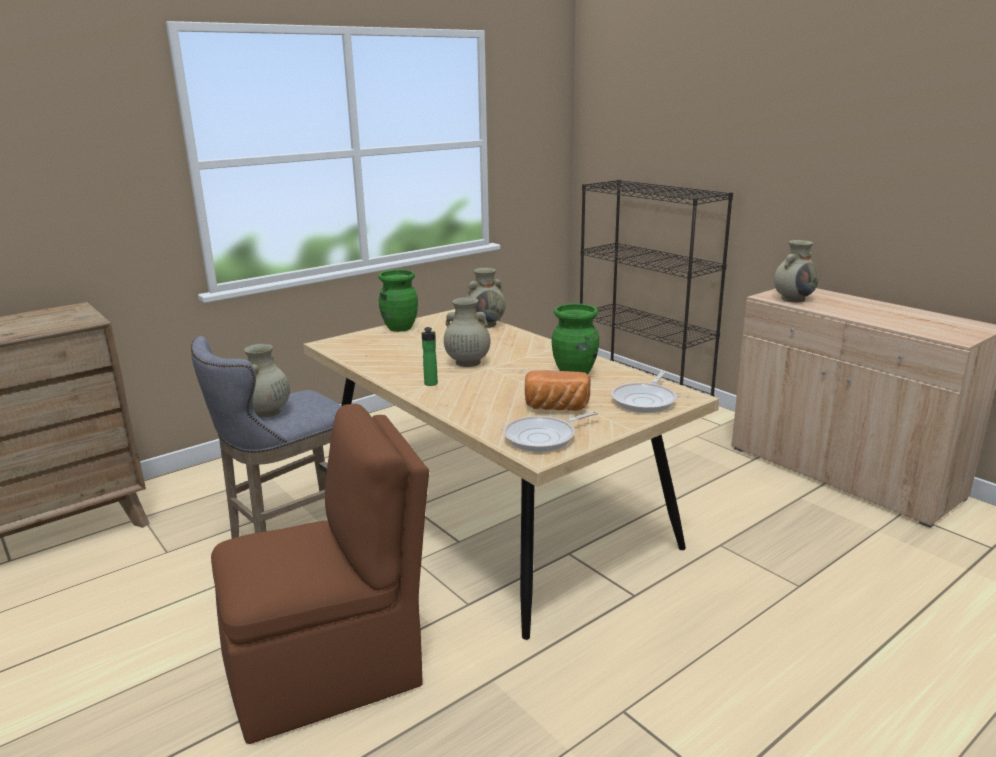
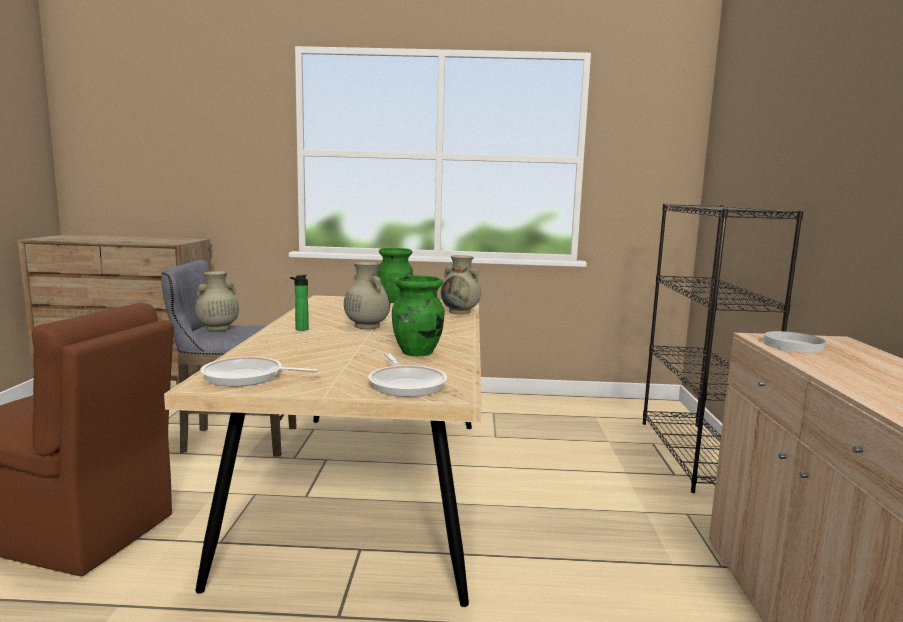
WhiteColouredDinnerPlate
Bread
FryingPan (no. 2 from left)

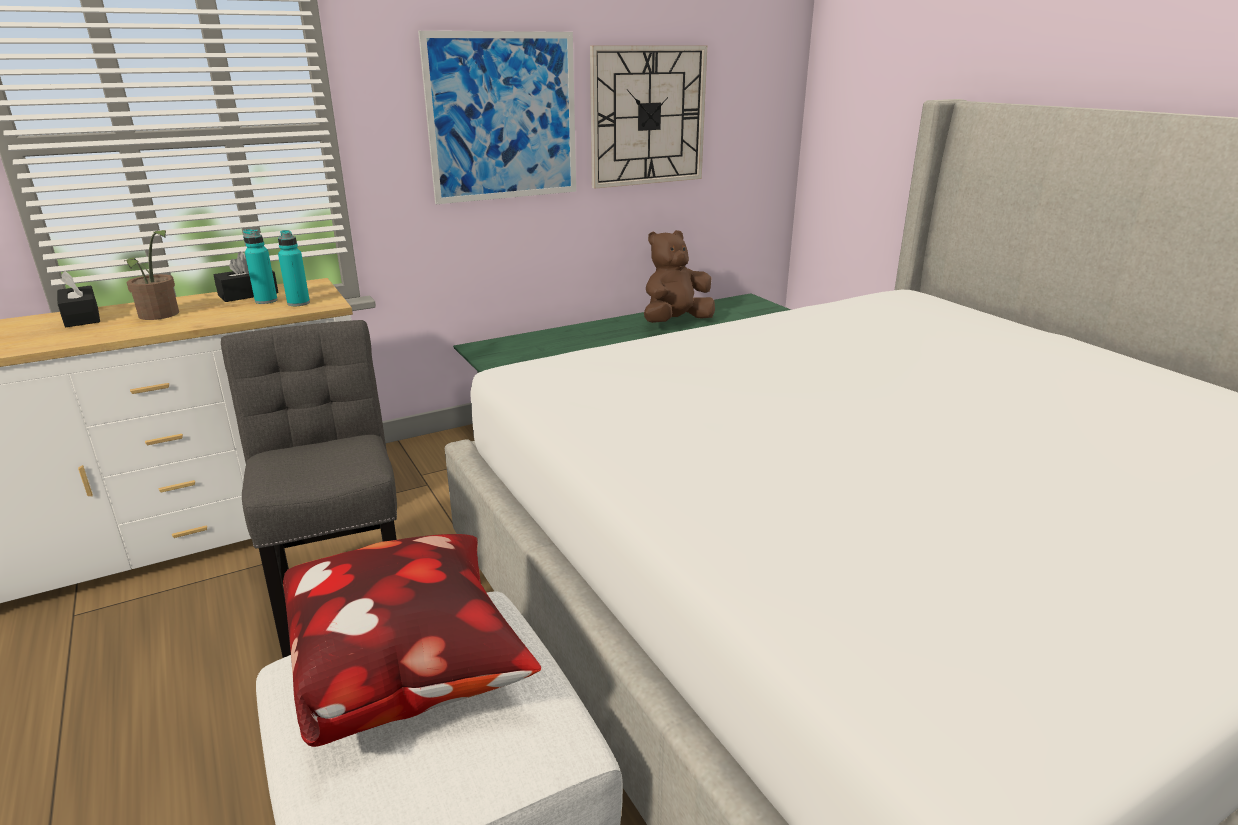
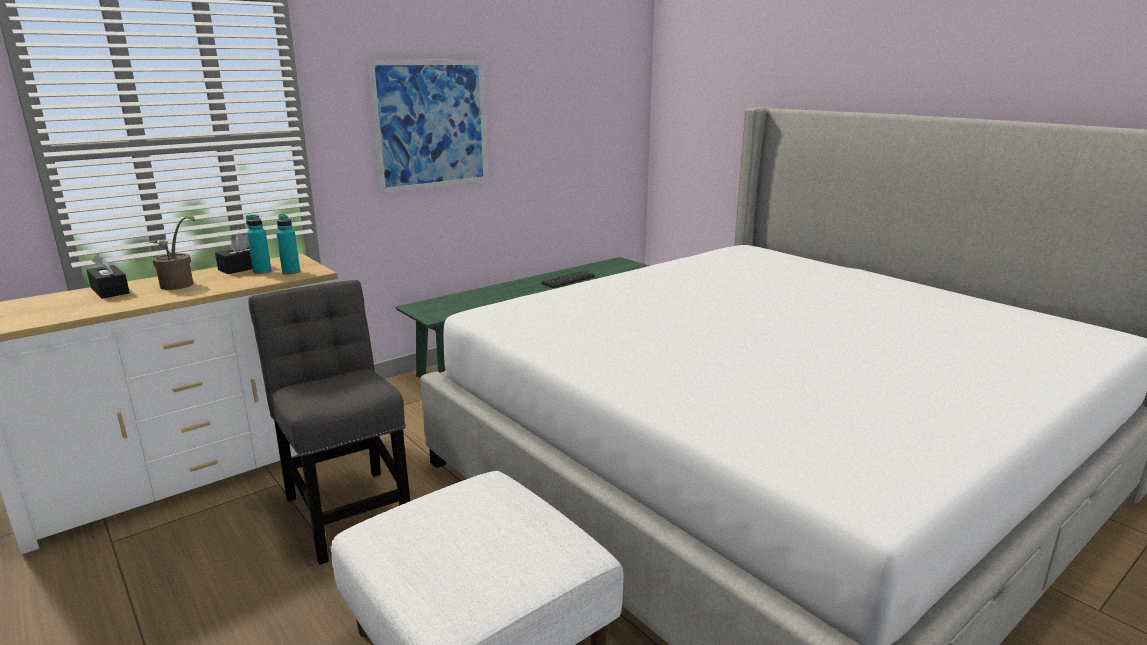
HangingClock
Keyboard
Cushion

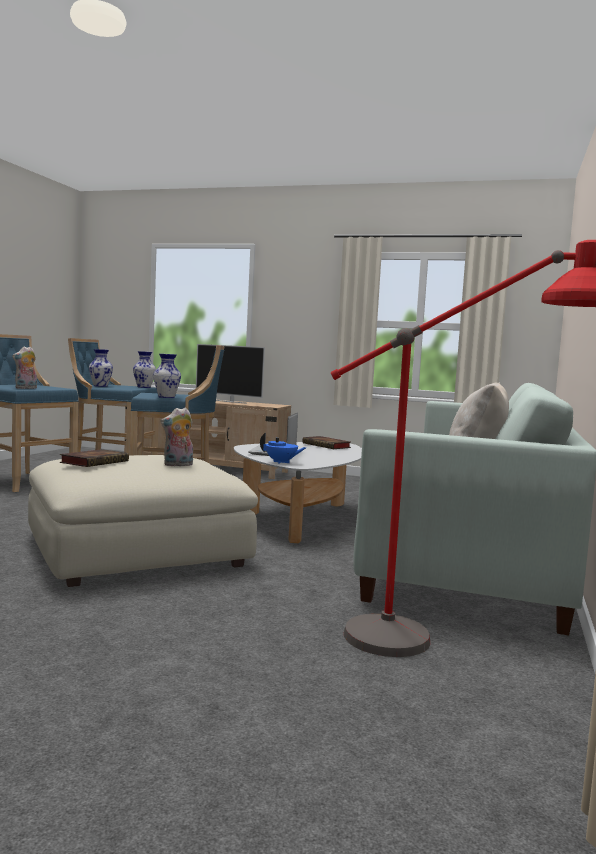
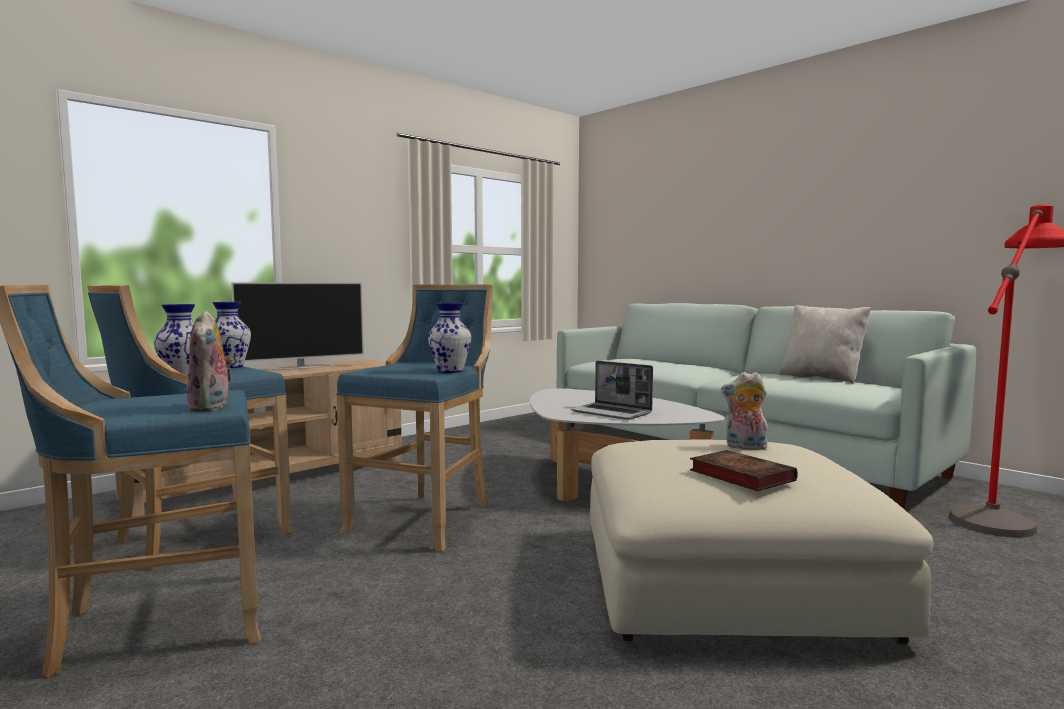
SoftToy (no. 2 from left)
BlueColouredPotForTea
Book (no. 2 from left in the first image)

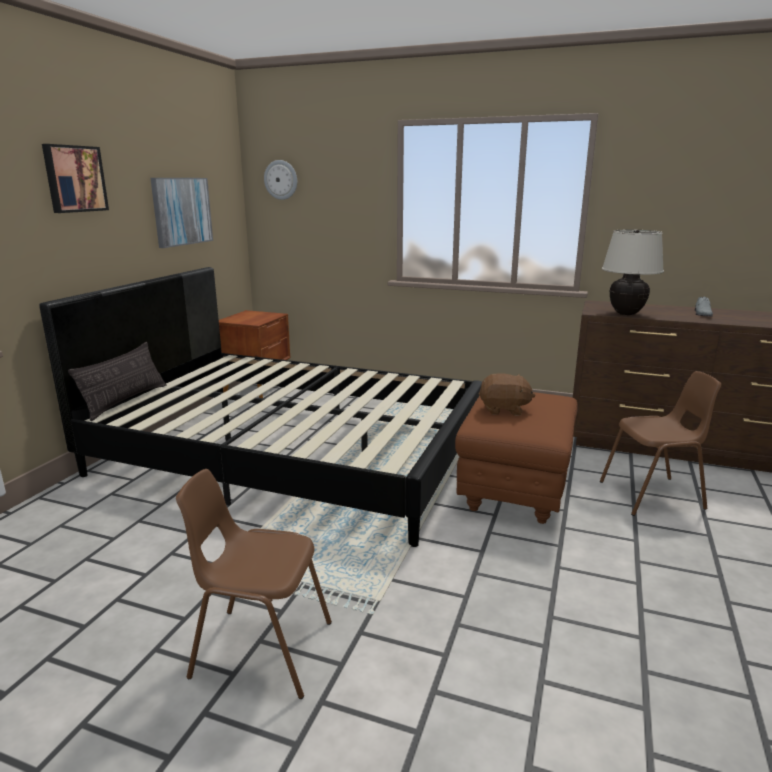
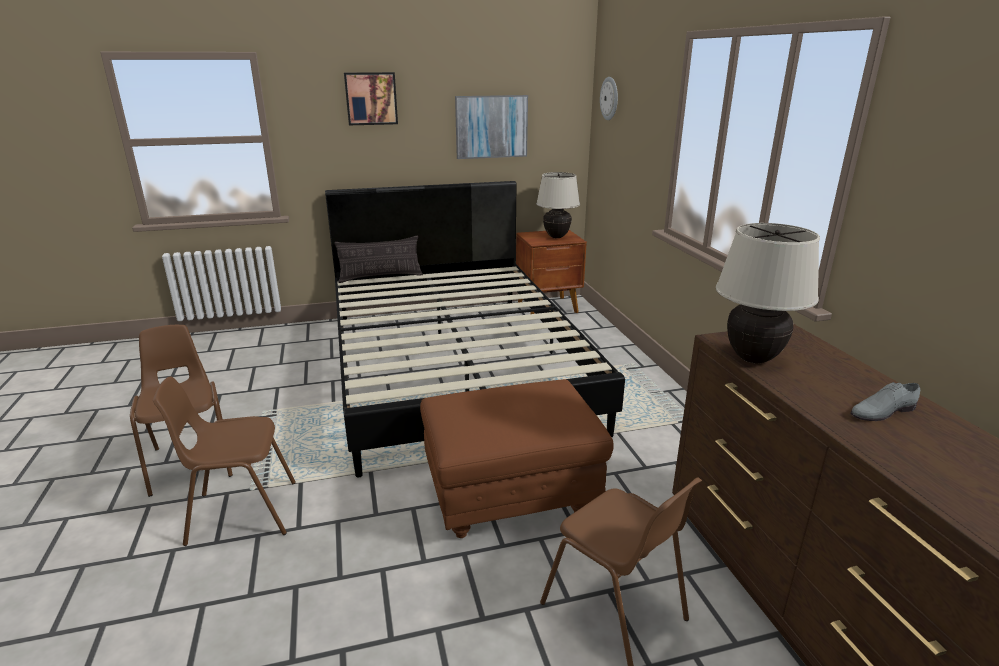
BrownishSoftToy
BeigeTabletopLamp (no. 1 from left)
BrownishChair (no. 2 from left)

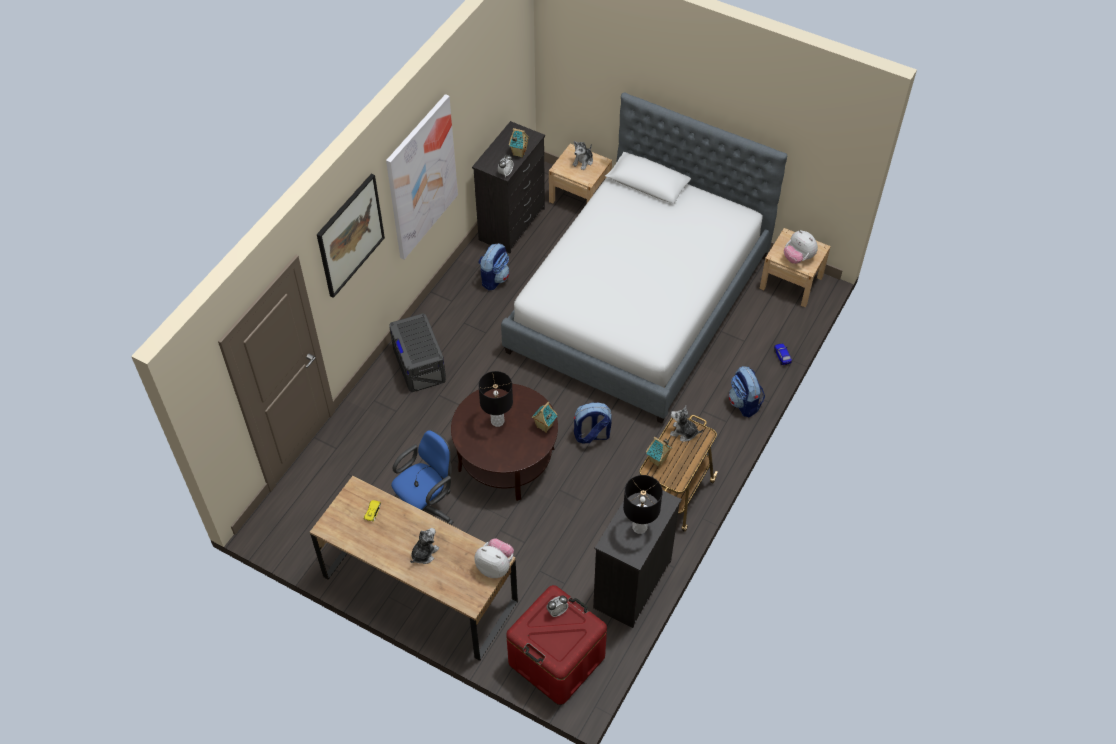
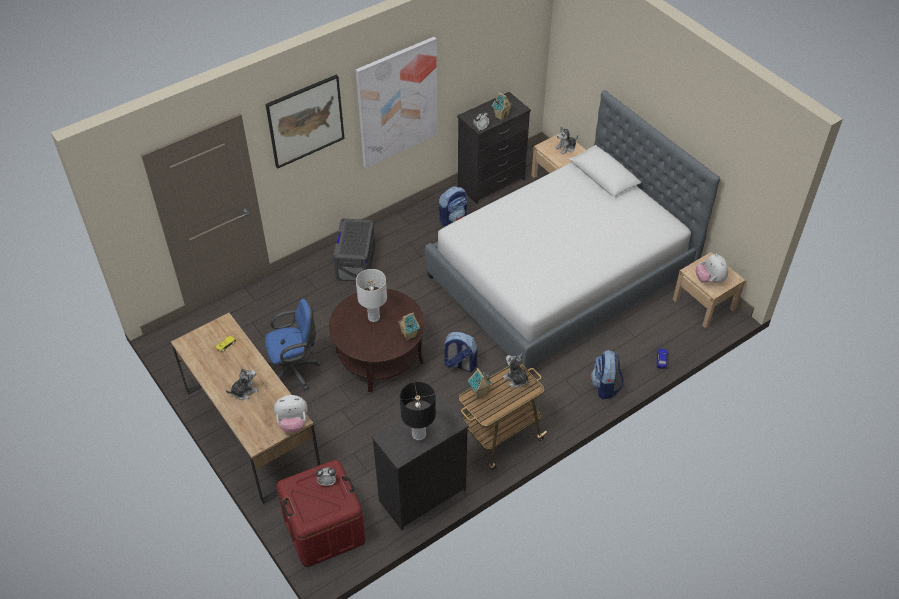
WhiteColouredTabletopLamp
SoftToy (no. 2 from left)

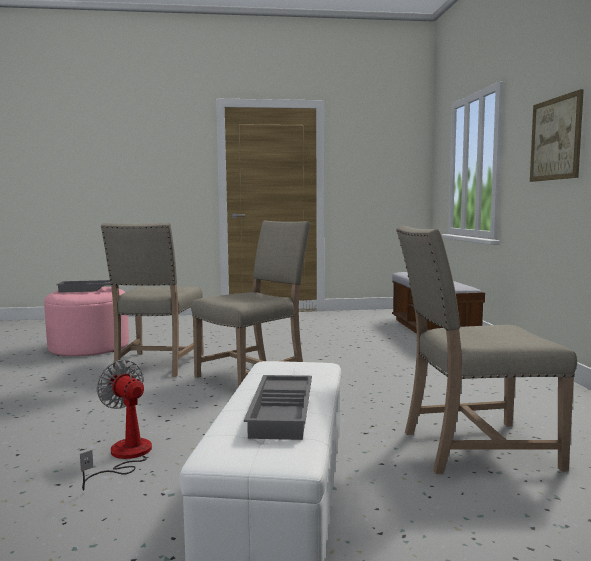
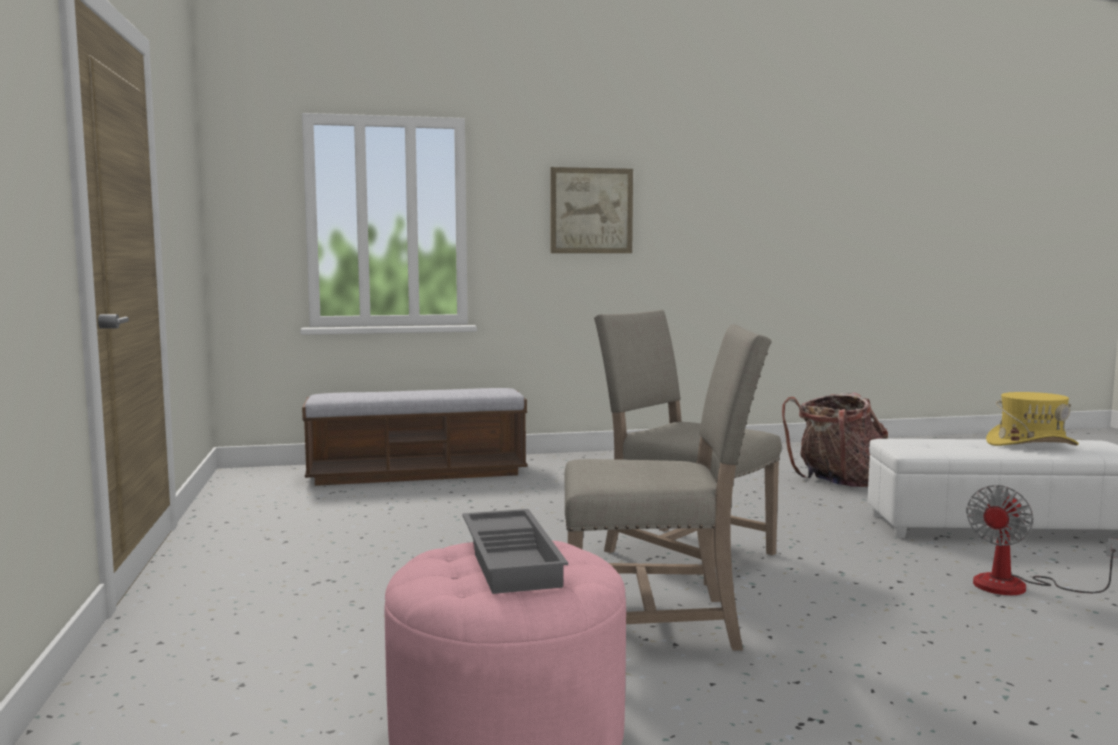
Knapsack
YellowClothingHat

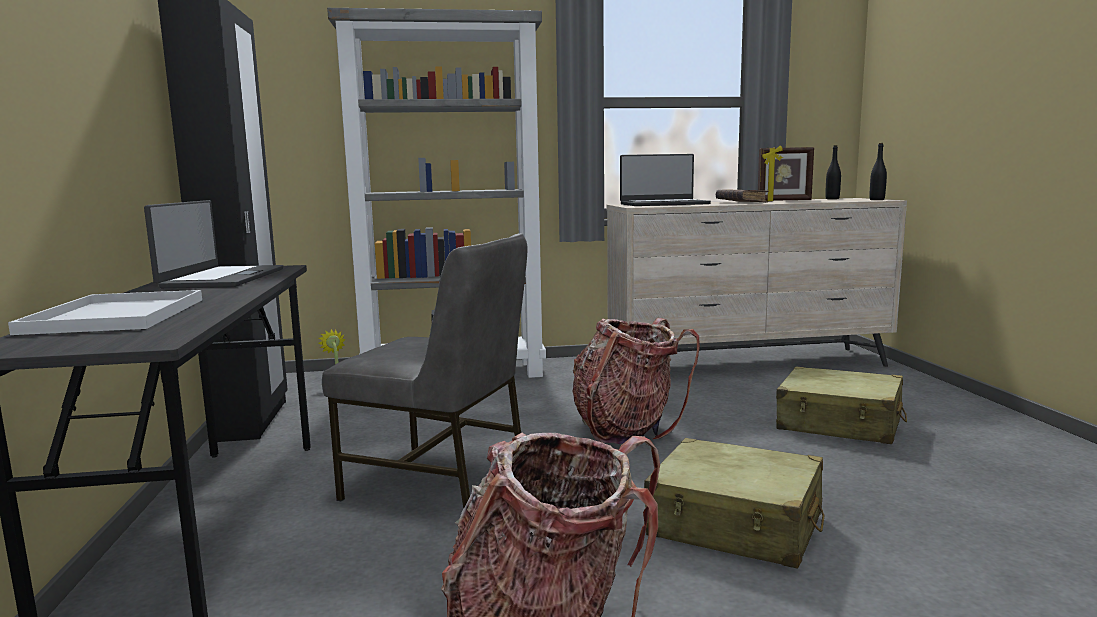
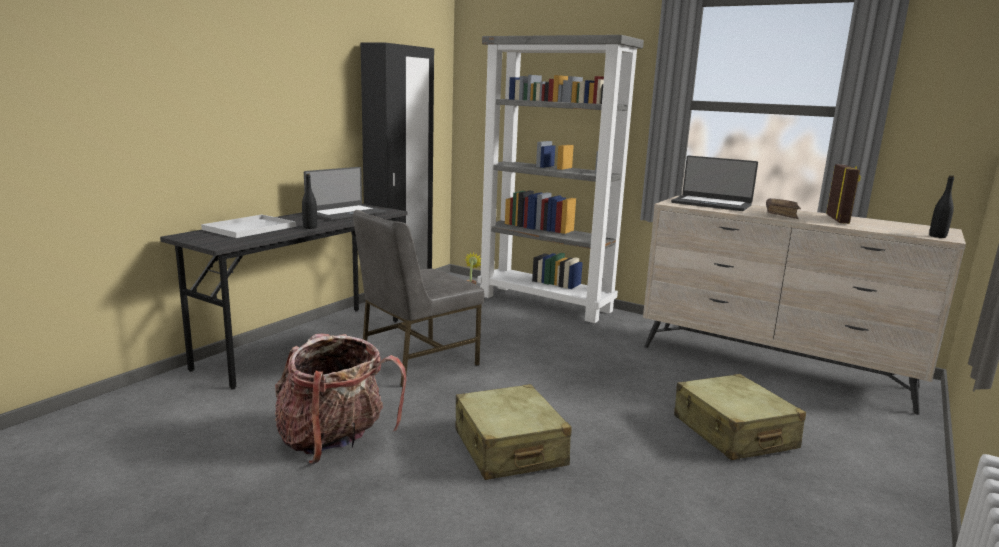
StandingFrame
BlackDrinkBottle (no. 1 from left)
GreyChair
Knapsack (no. 2 from left in the first image)

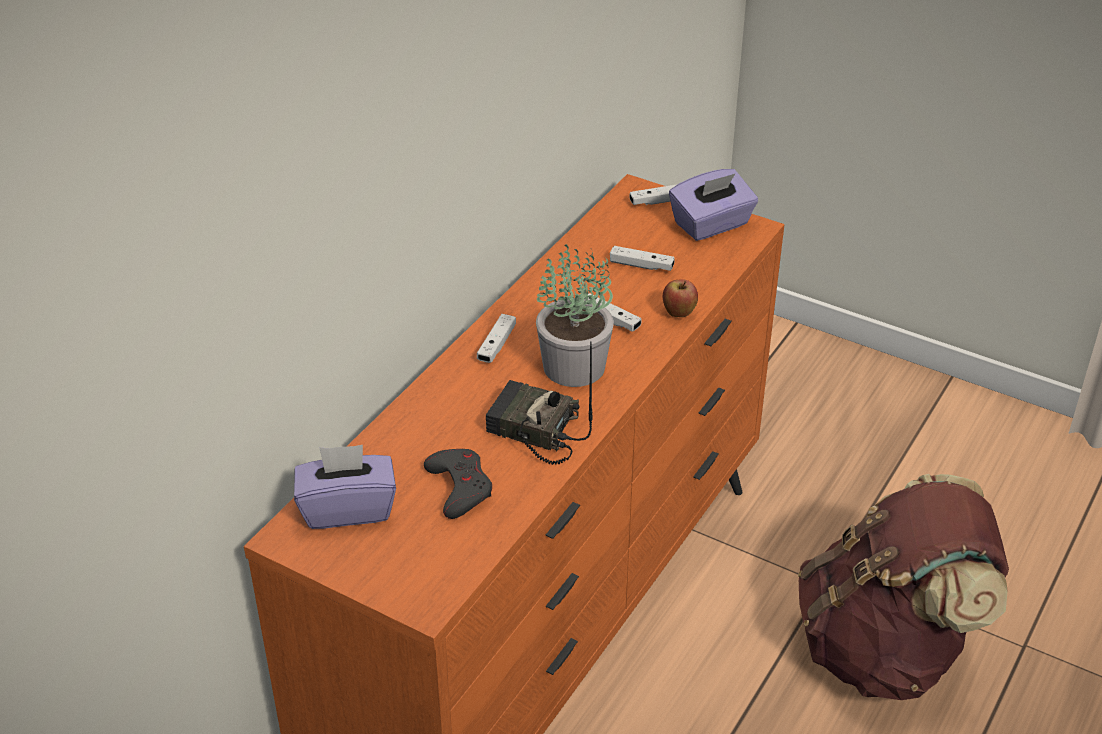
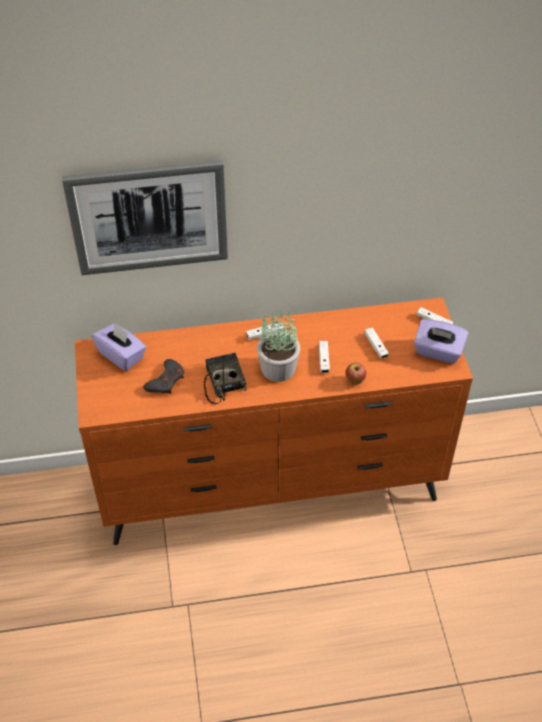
BrownishKnapsack
WallPicture

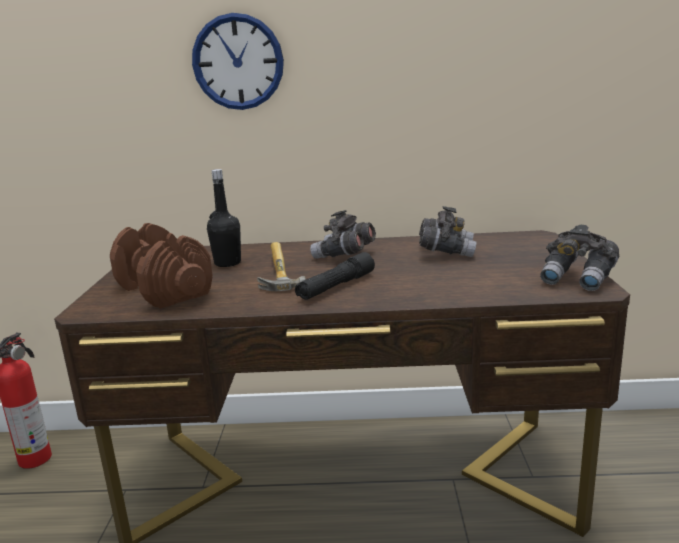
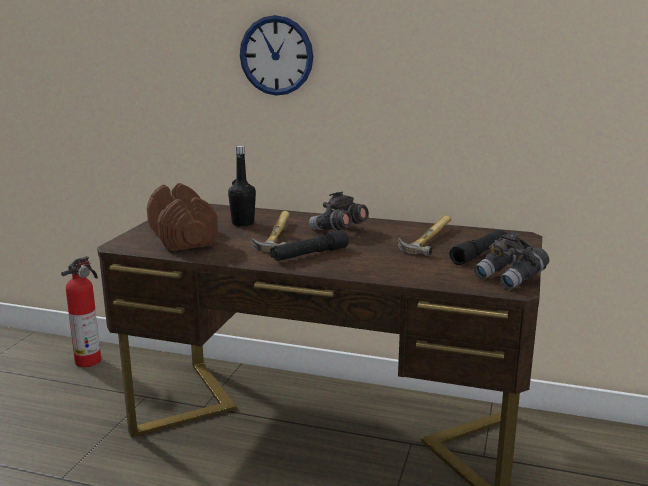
HandHammer (no. 2 from left)
BlackTorch (no. 2 from left)

